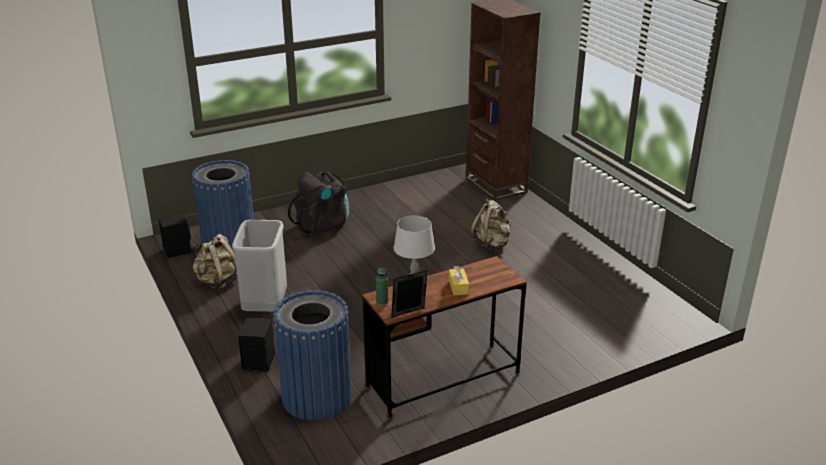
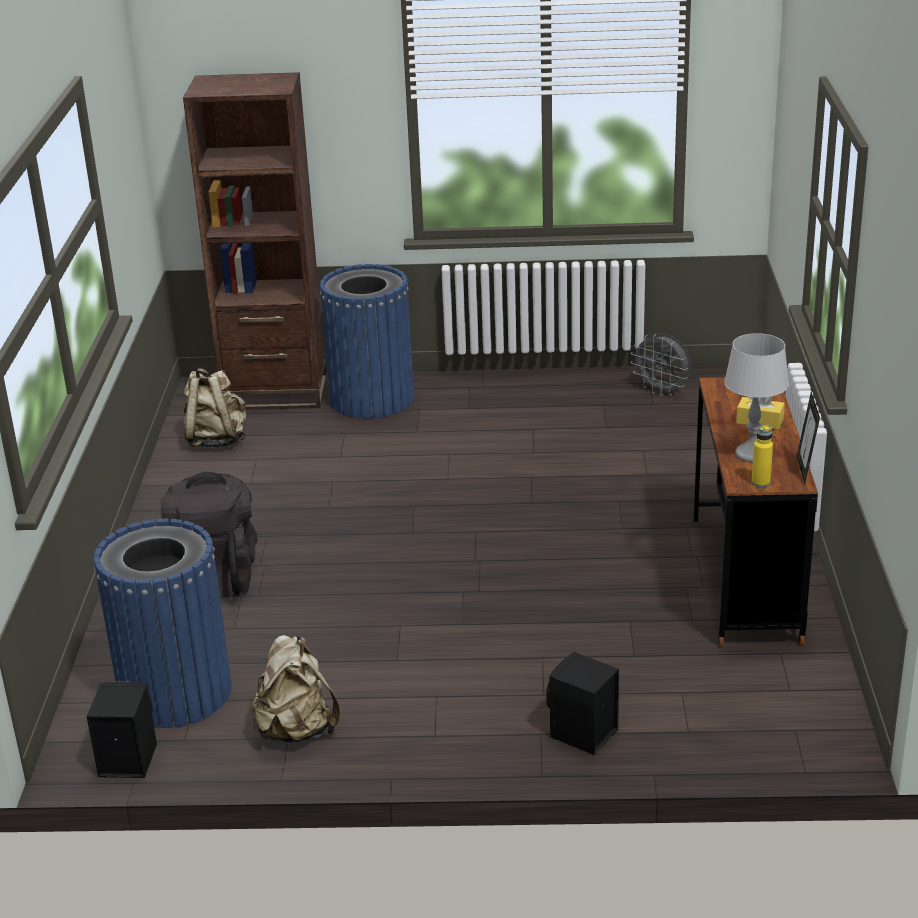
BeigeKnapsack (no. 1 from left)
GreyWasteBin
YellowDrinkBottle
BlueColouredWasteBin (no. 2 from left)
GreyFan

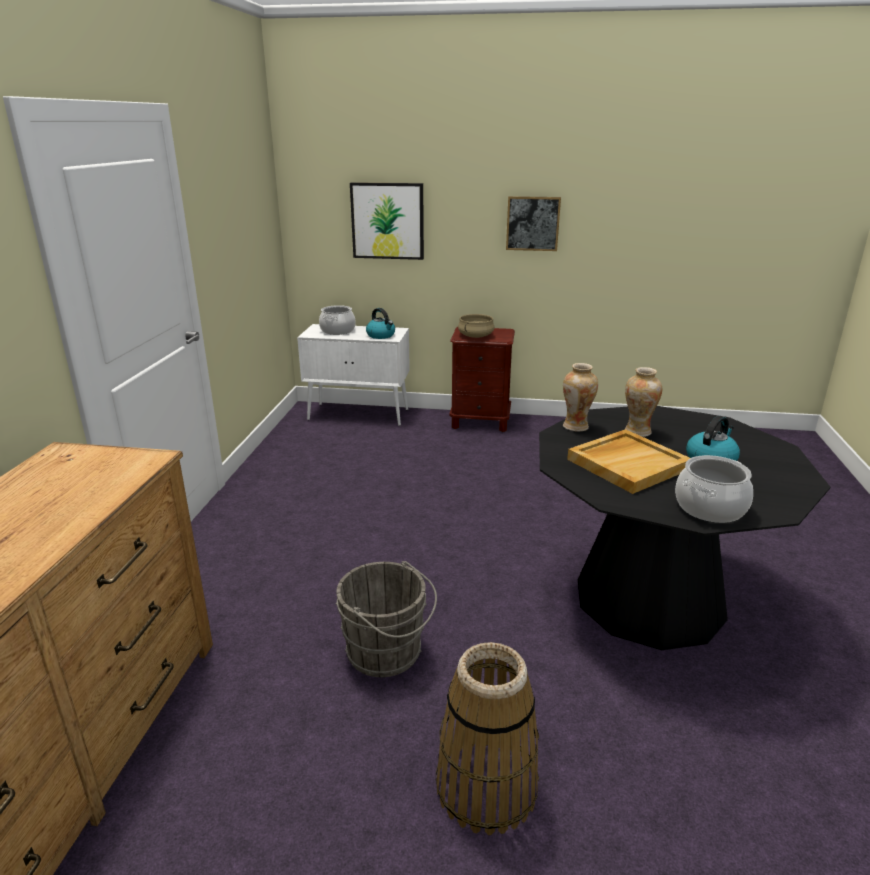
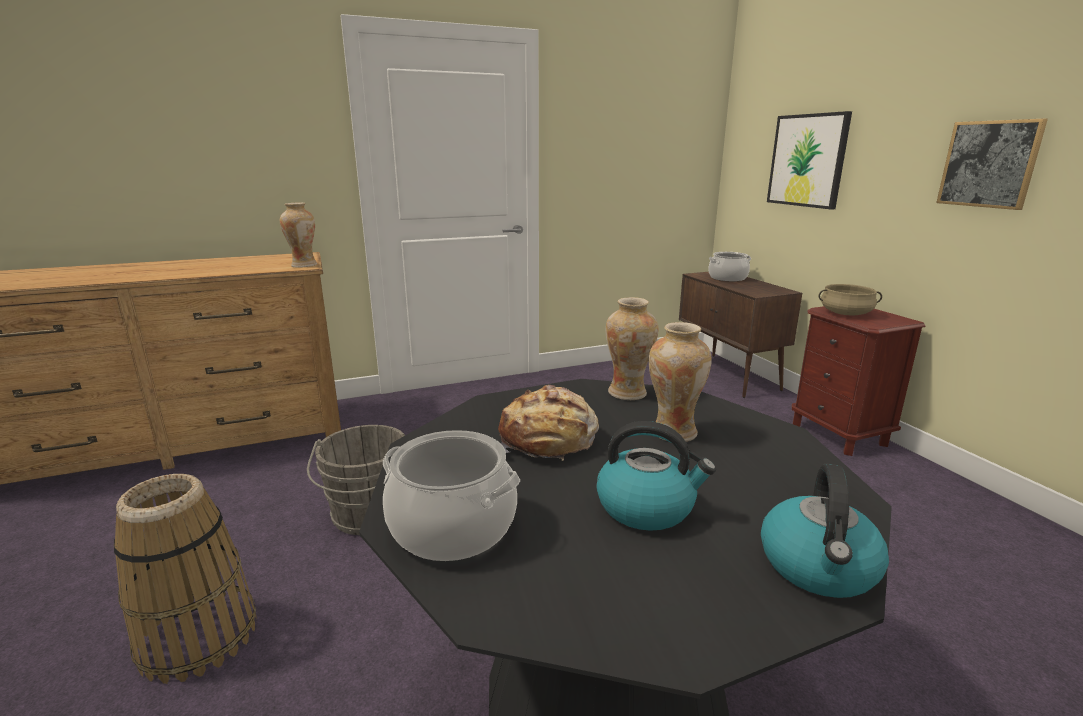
TeaKettle (no. 2 from left)
BrownishCupboard
Bread
Vase (no. 1 from left)

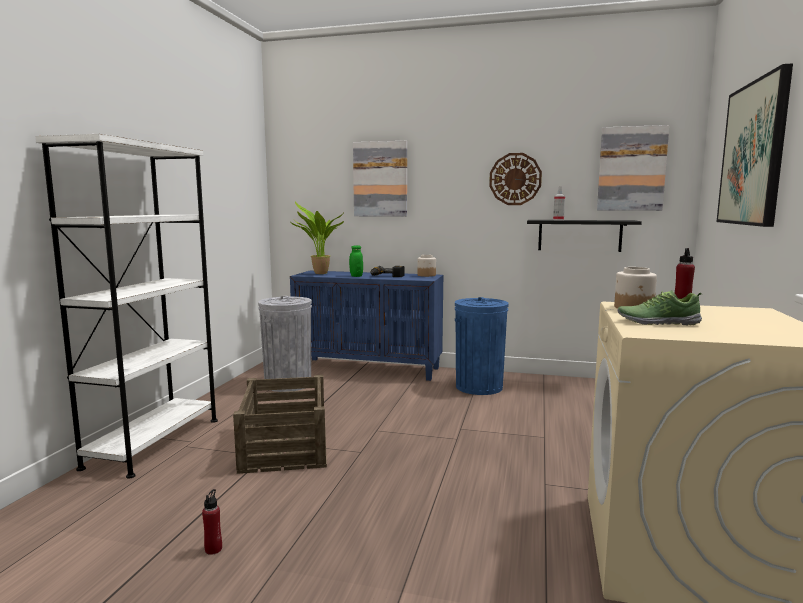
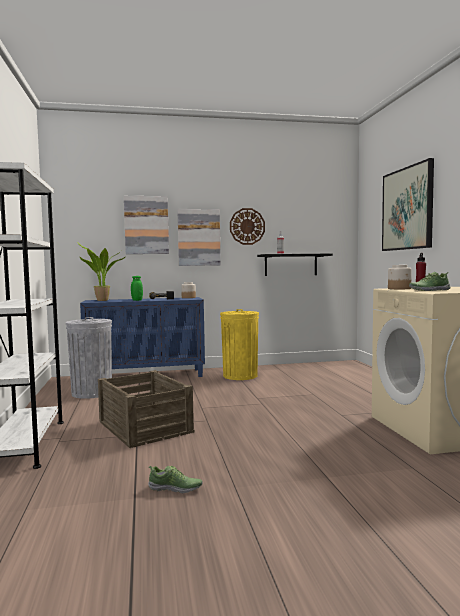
WallPicture (no. 2 from left)
YellowWasteBin
ItemOfFootwear (no. 1 from left)

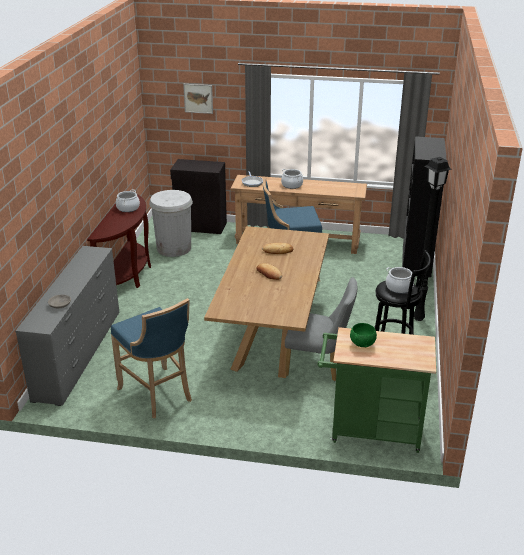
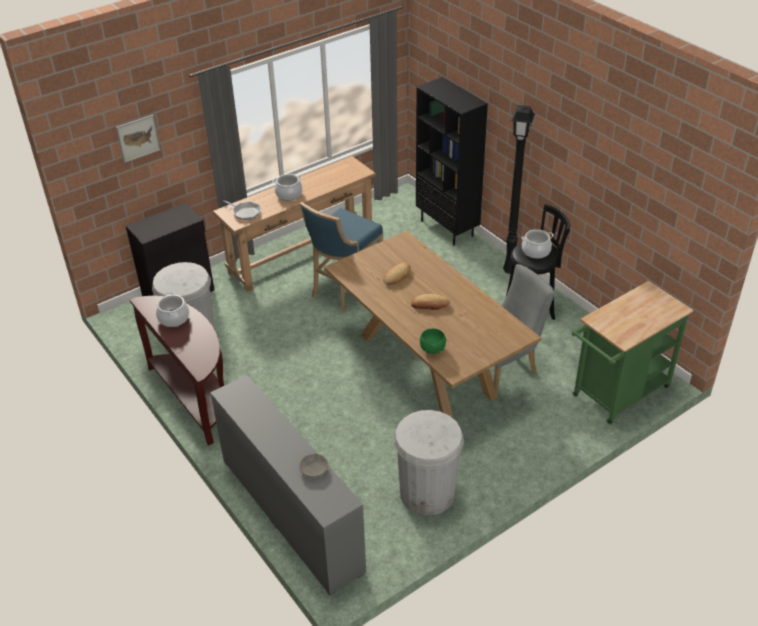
WhiteColouredWasteBin (no. 2 from left)
GreenColouredServingBowl

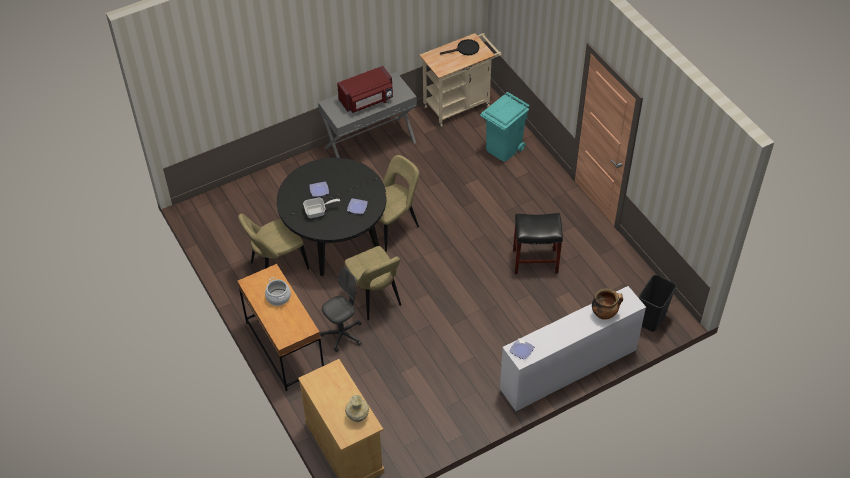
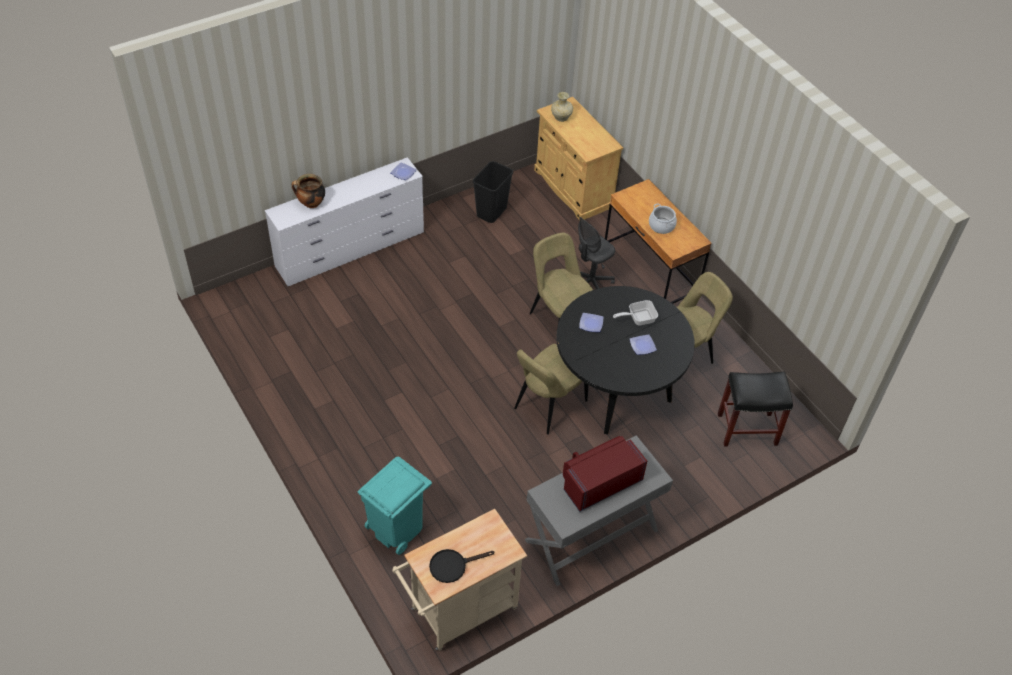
BlackStool
BlackWasteBin

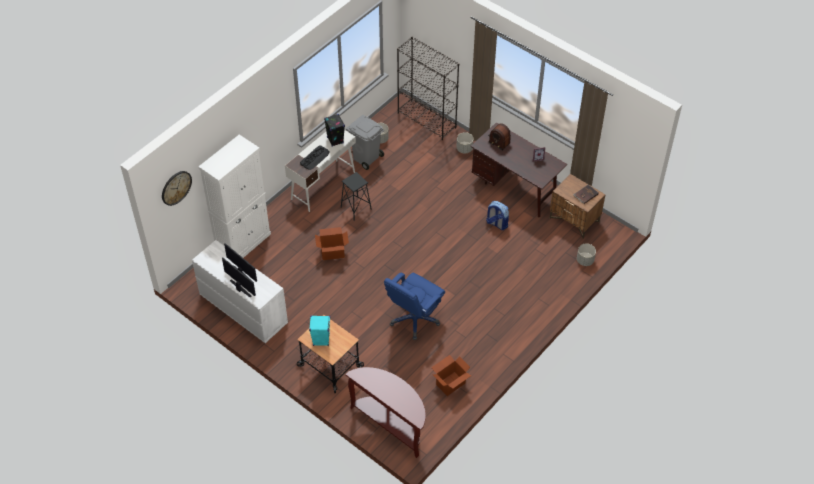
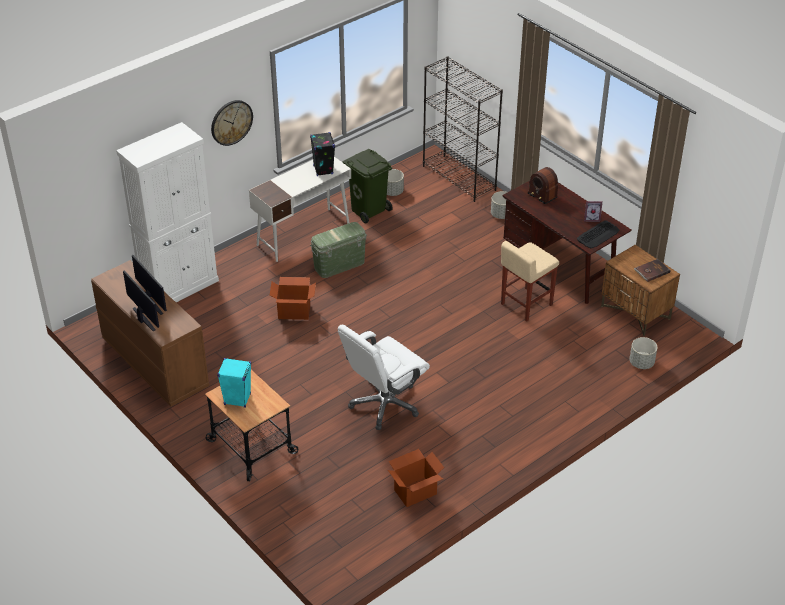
GreenColouredWasteBin
Keyboard
HangingClock
GreenColouredStorageContainer
BeigeStool
BrownishDresser
WhiteColouredDeskChair
BrownishNarrowTable

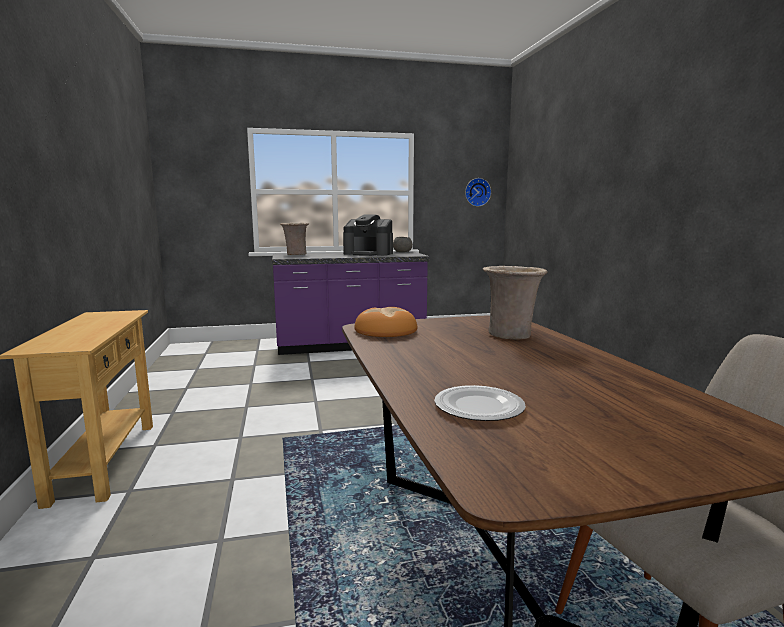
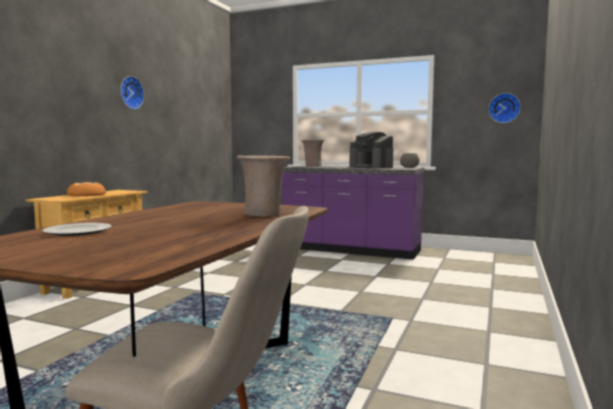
Bread
HangingClock (no. 1 from left)

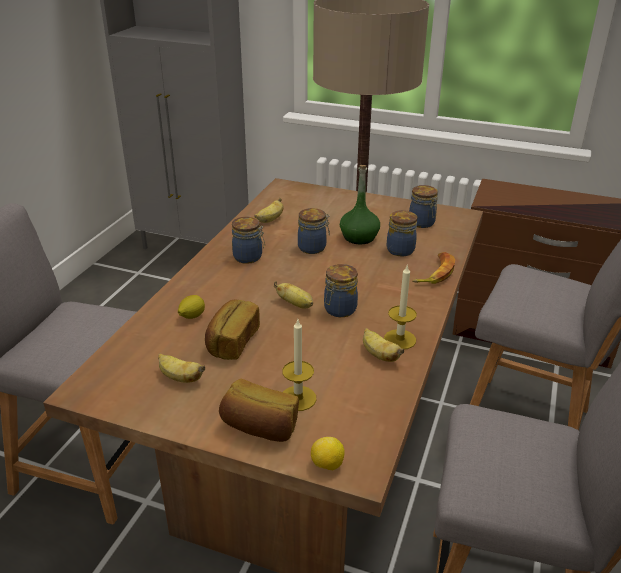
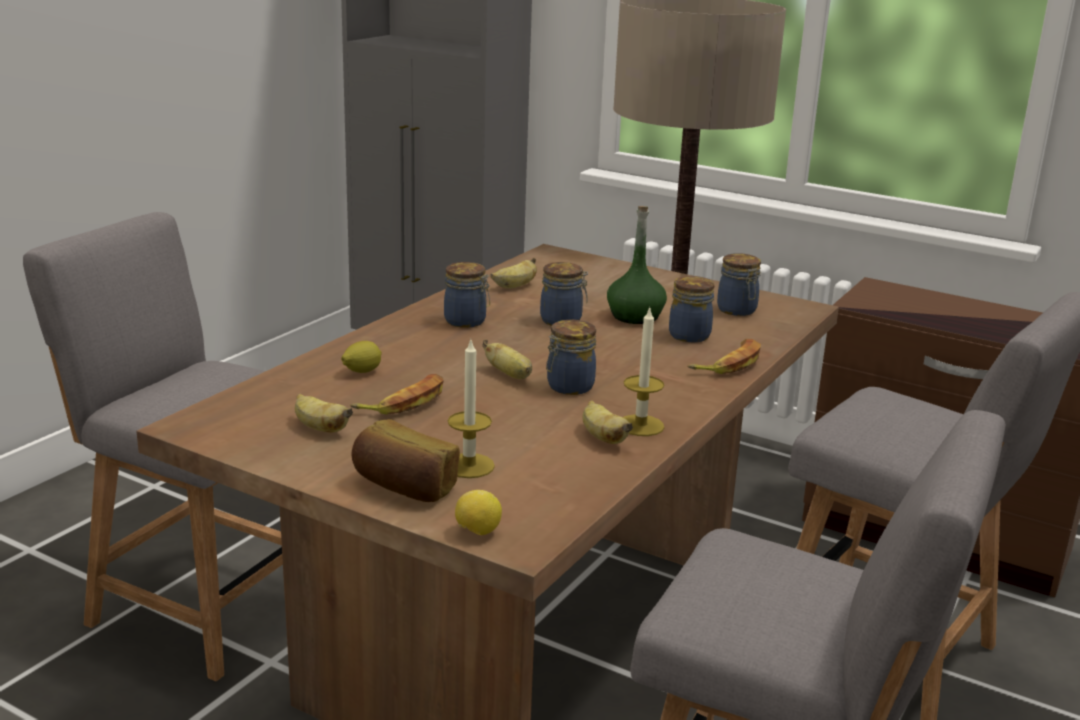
WholeBanana (no. 2 from left)

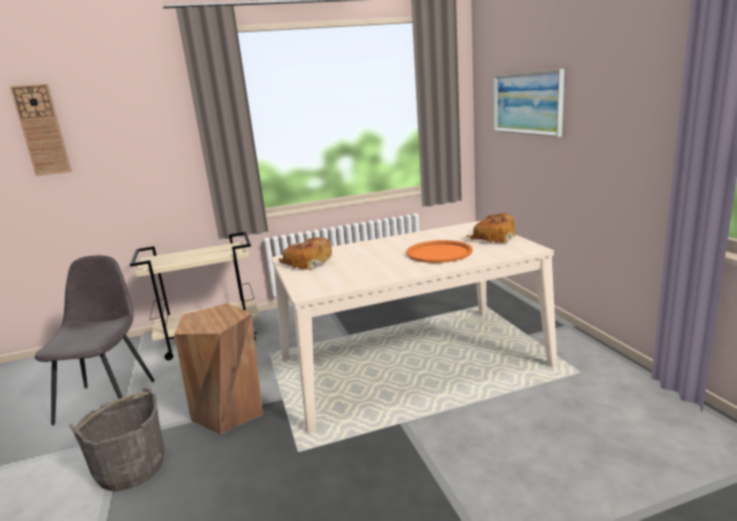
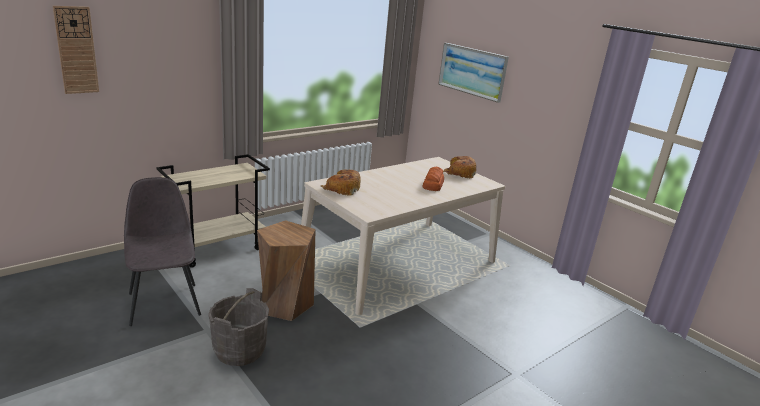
Bread (no. 2 from left)

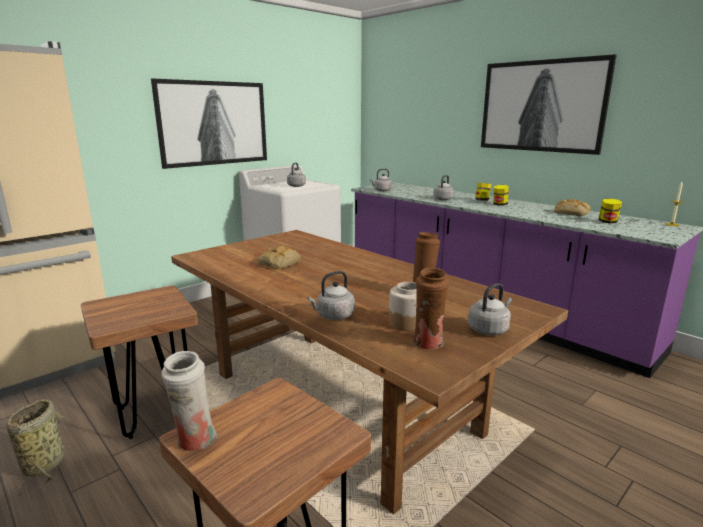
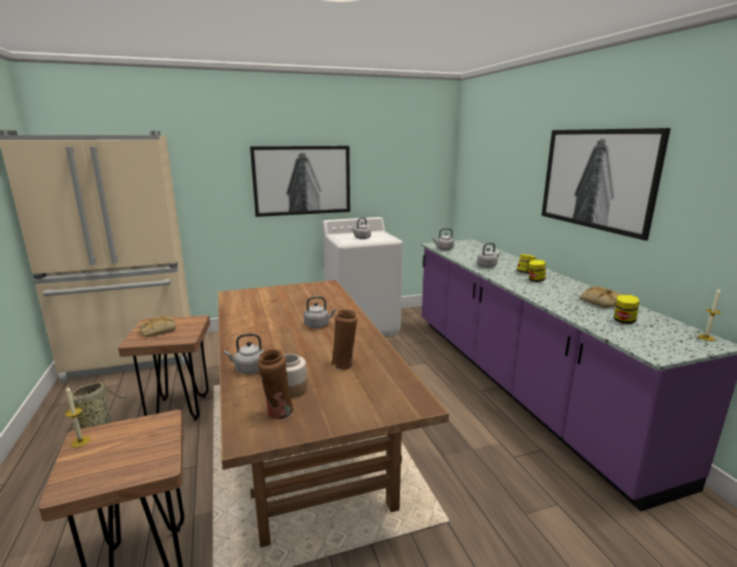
Bread (no. 1 from left)
GreyTeaKettle (no. 2 from left)
WaxLight (no. 1 from left)

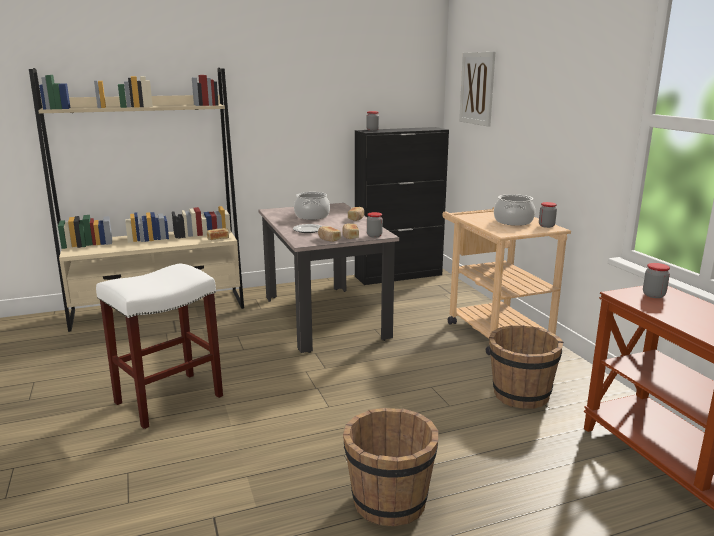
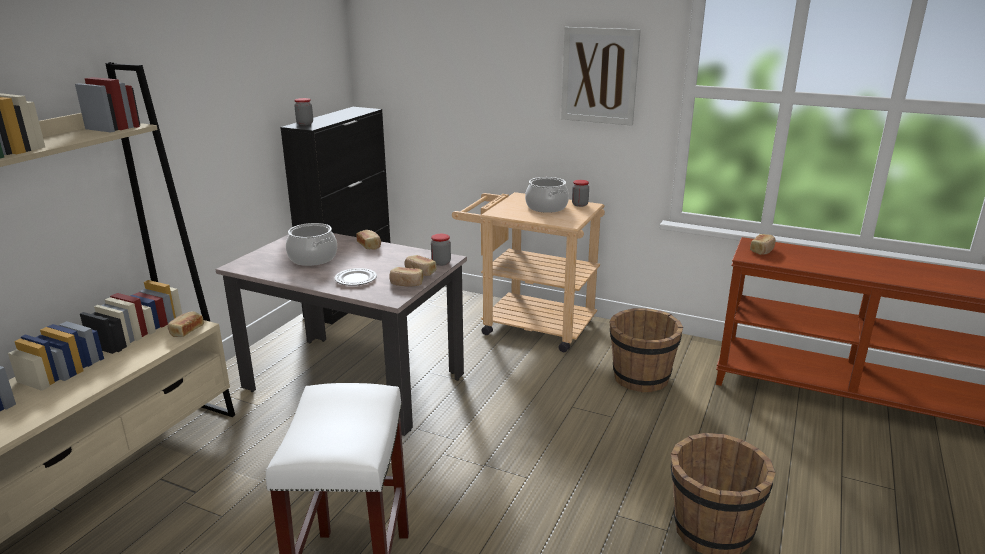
WallPicture
Bread (no. 5 from left)

